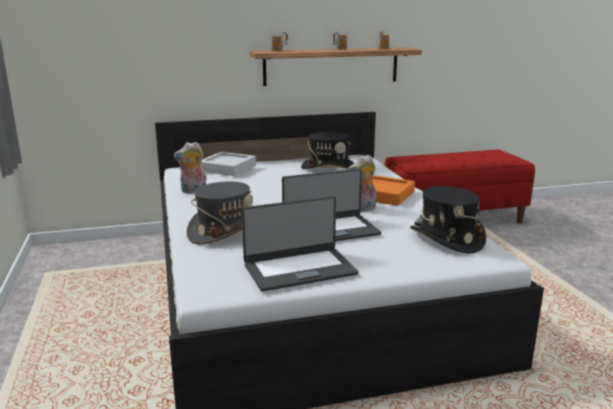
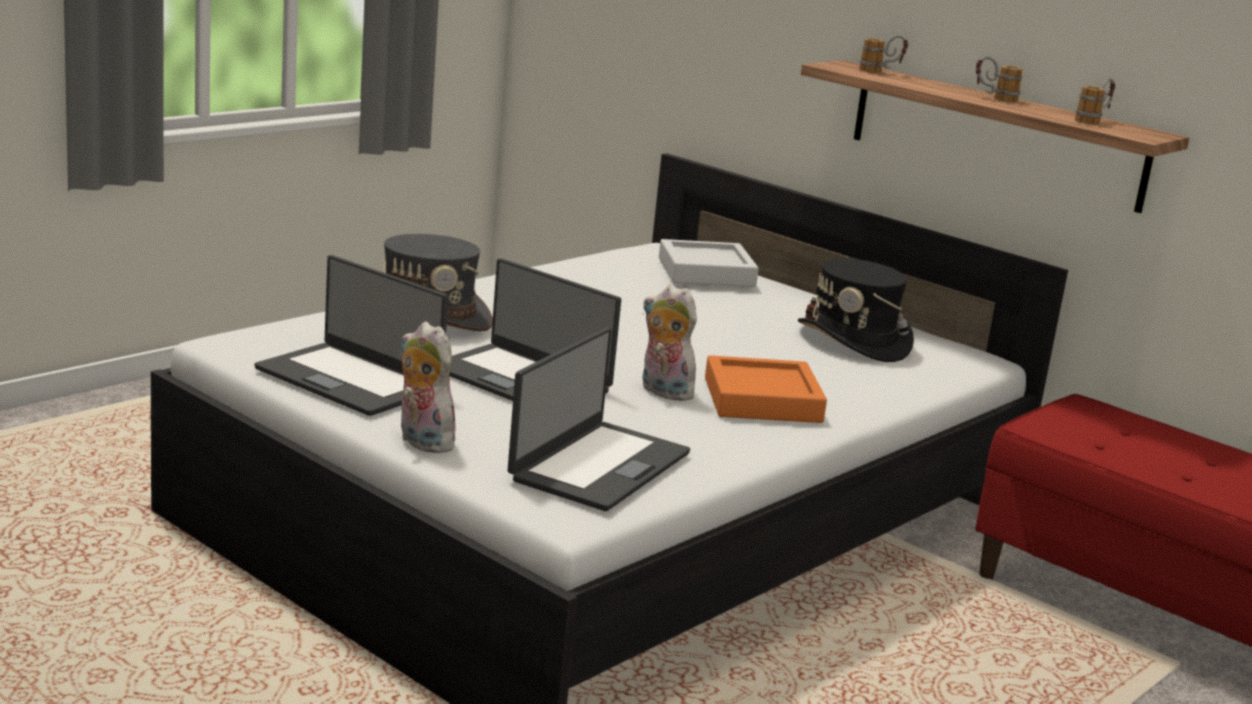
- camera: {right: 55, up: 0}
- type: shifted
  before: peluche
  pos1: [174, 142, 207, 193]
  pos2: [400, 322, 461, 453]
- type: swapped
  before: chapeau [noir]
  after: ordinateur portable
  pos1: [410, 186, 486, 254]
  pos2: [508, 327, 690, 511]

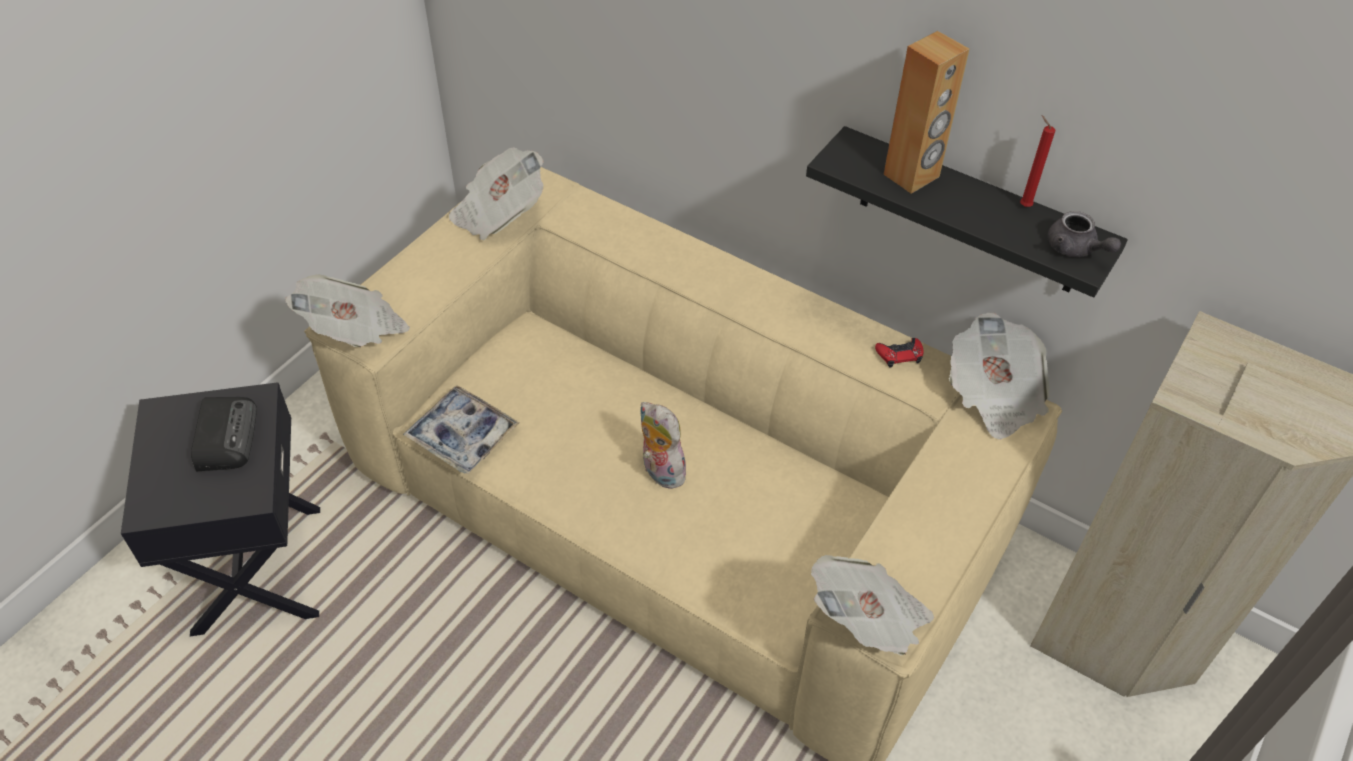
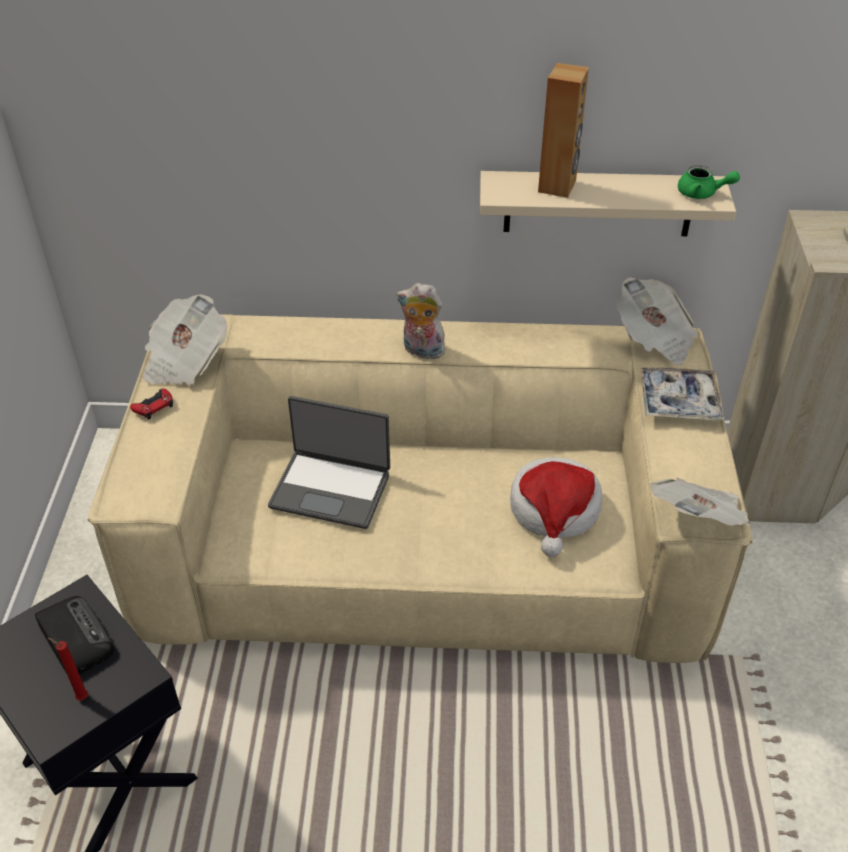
- camera: {right: -30, up: -5}
- type: gone
  before: journal
  pos1: [285, 274, 410, 347]
- type: shifted
  before: plateau
  pos1: [403, 385, 519, 474]
  pos2: [641, 367, 724, 421]
- type: shifted
  before: peluche
  pos1: [640, 402, 691, 489]
  pos2: [396, 283, 450, 359]
- type: repainted
  before: étagère [noir]
  after: étagère [beige]
  pos1: [806, 126, 1128, 297]
  pos2: [480, 171, 736, 236]
- type: shifted
  before: manette [rouge]
  pos1: [875, 338, 924, 367]
  pos2: [130, 389, 173, 419]
- type: shifted
  before: bougie [rouge]
  pos1: [1020, 115, 1056, 207]
  pos2: [48, 638, 88, 700]
- type: repainted
  before: théière [gris]
  after: théière [vert]
  pos1: [1047, 211, 1121, 257]
  pos2: [678, 165, 740, 199]
- type: new
  after: ordinateur portable
  pos2: [268, 396, 390, 529]
- type: new
  after: chapeau
  pos2: [510, 457, 602, 557]

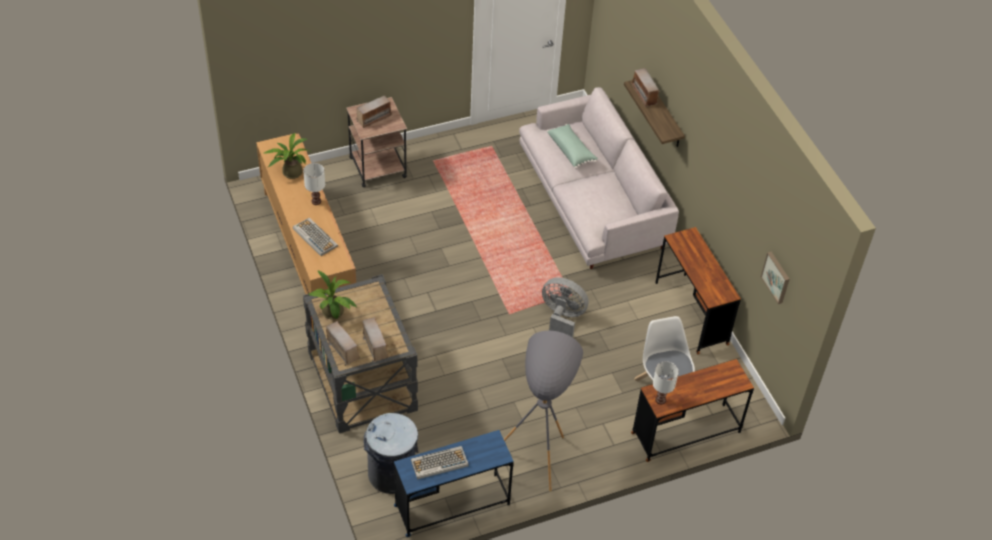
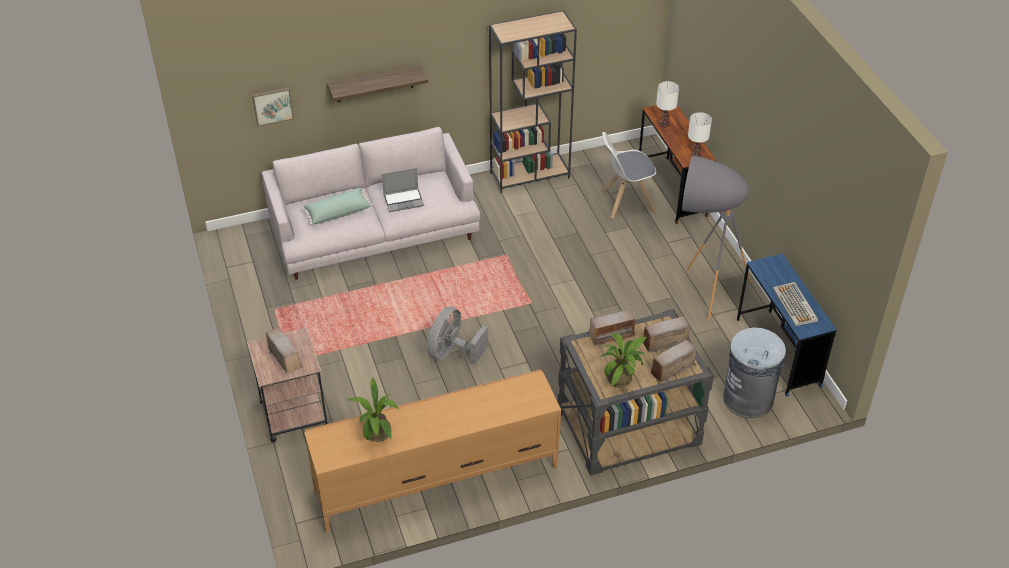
- camera: {right: -85, up: -5}
- type: gone
  before: clavier
  pos1: [293, 218, 338, 256]
- type: shifted
  before: lampe de table [blanc]
  pos1: [303, 163, 325, 205]
  pos2: [656, 81, 679, 127]
- type: shifted
  before: ventilateur [gris]
  pos1: [542, 277, 589, 337]
  pos2: [427, 307, 488, 364]
- type: shifted
  before: radio
  pos1: [631, 68, 659, 107]
  pos2: [589, 309, 636, 345]
- type: swapped
  before: bureau [marron]
  after: bibliothèque
  pos1: [655, 227, 741, 354]
  pos2: [489, 10, 577, 193]
- type: shifted
  before: tableau
  pos1: [761, 252, 790, 304]
  pos2: [252, 87, 294, 126]
- type: new
  after: ordinateur portable
  pos2: [382, 168, 424, 212]

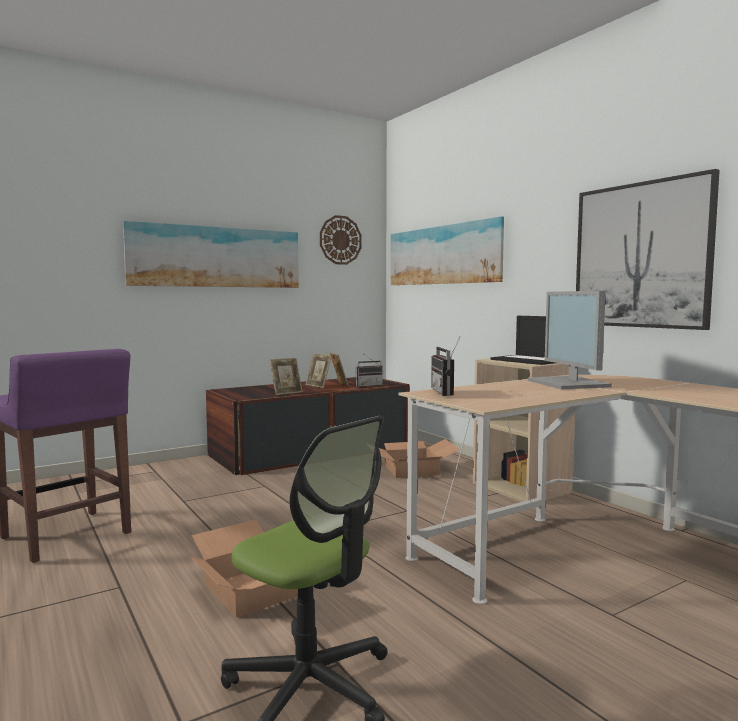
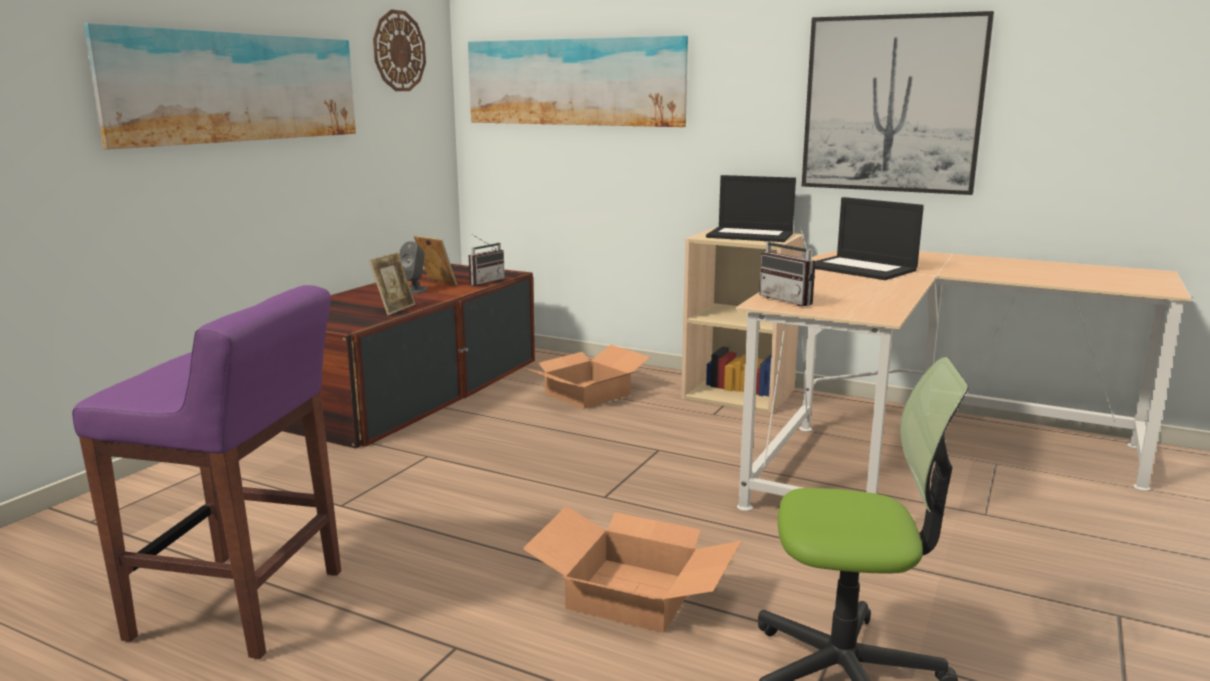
- camera: {right: -30, up: 10}
- type: swapped
  before: cadre photo
  after: enceinte [gris]
  pos1: [305, 353, 332, 388]
  pos2: [399, 241, 428, 294]
- type: swapped
  before: écran d'ordinateur
  after: ordinateur portable
  pos1: [528, 291, 612, 390]
  pos2: [815, 197, 924, 280]

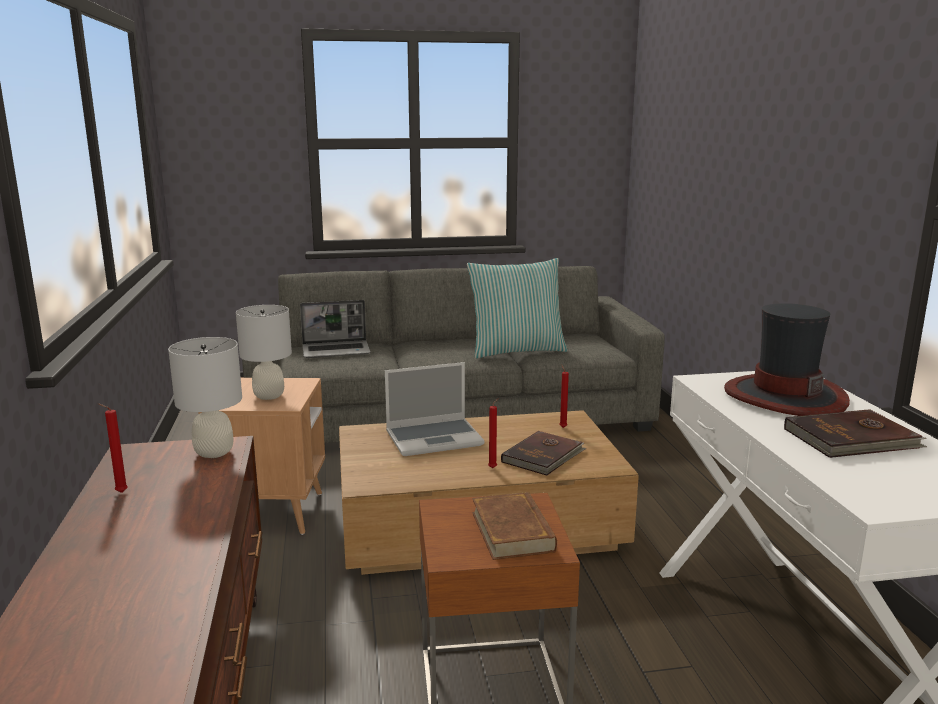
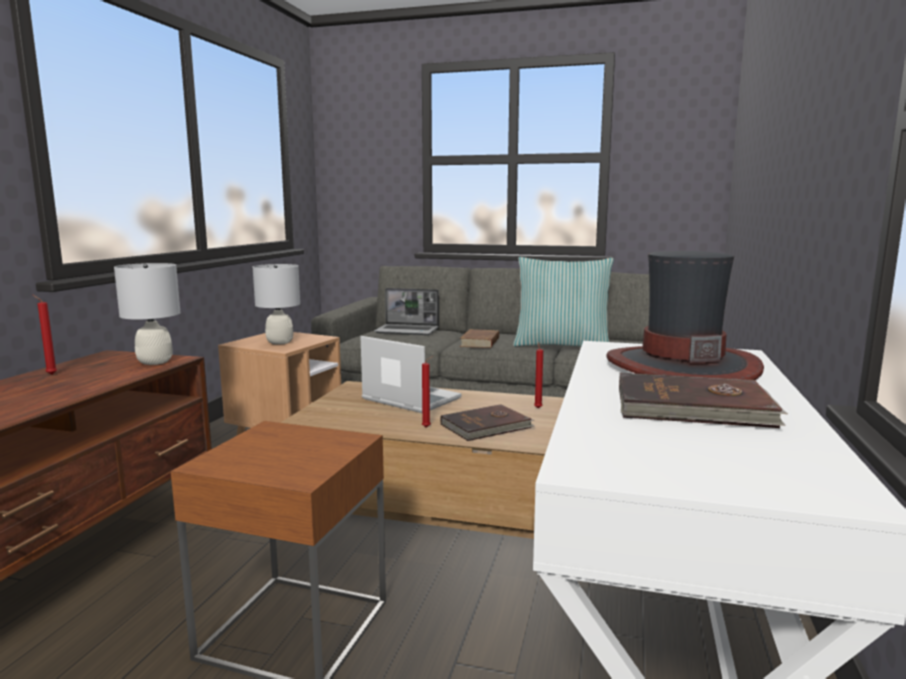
- camera: {right: 25, up: -5}
- type: rotated
  before: ordinateur portable
  pos1: [385, 362, 484, 456]
  pos2: [360, 336, 462, 413]
  turn: -150
- type: shifted
  before: livre [marron]
  pos1: [472, 492, 557, 560]
  pos2: [460, 329, 499, 348]

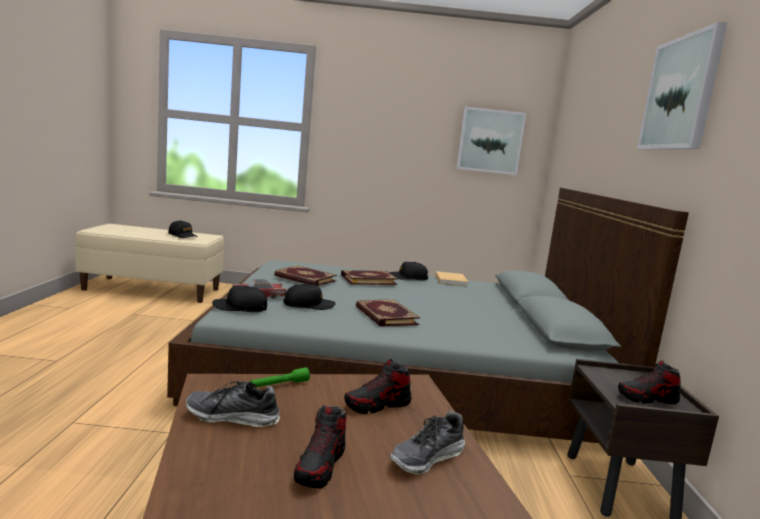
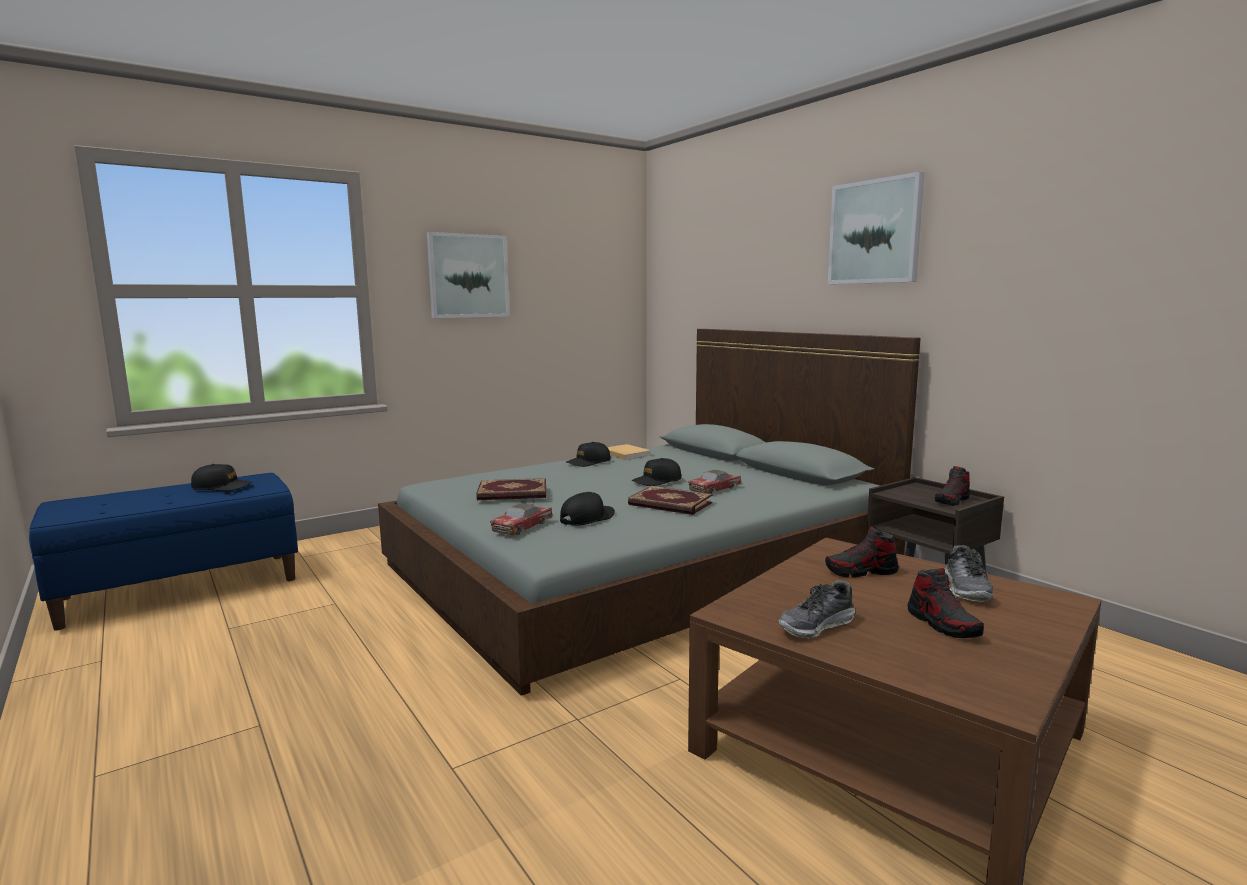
- camera: {right: -35, up: 0}
- type: repainted
  before: banc [beige]
  after: banc [bleu]
  pos1: [75, 224, 224, 303]
  pos2: [29, 473, 298, 630]
- type: shifted
  before: casquette [noir]
  pos1: [212, 285, 267, 312]
  pos2: [632, 458, 681, 486]
- type: gone
  before: lampe de poche [vert]
  pos1: [250, 367, 310, 387]
- type: gone
  before: livre
  pos1: [341, 270, 398, 285]
- type: rotated
  before: chaussure
  pos1: [344, 359, 411, 414]
  pos2: [825, 526, 899, 578]
  turn: 60
- type: shifted
  before: tableau
  pos1: [456, 107, 526, 175]
  pos2: [427, 232, 510, 318]
- type: new
  after: petite voiture
  pos2: [688, 470, 741, 494]

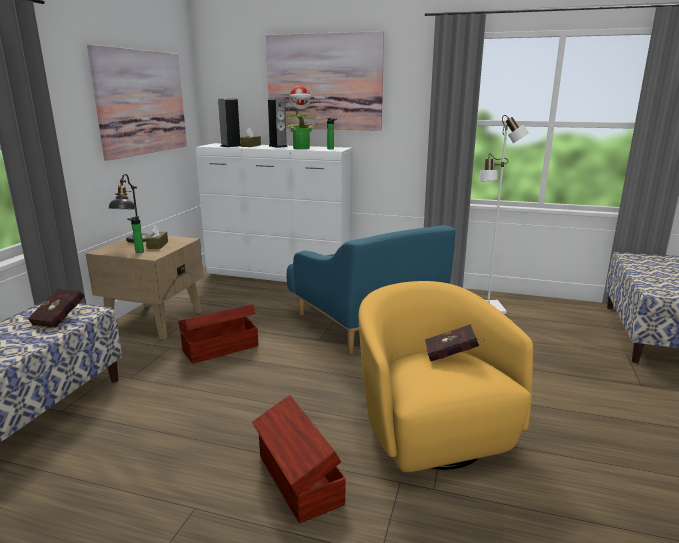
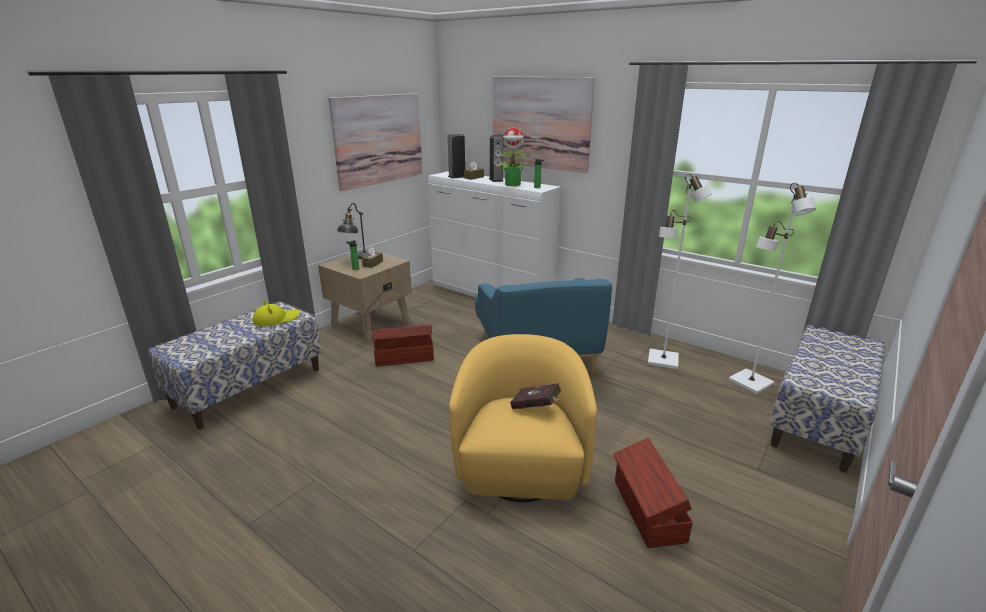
- camera: {right: 20, up: 5}
- type: swapped
  before: livre [rouge]
  after: chapeau [jaune]
  pos1: [28, 289, 84, 328]
  pos2: [253, 300, 300, 326]
- type: shifted
  before: boîte de rangement [marron]
  pos1: [252, 395, 345, 523]
  pos2: [613, 438, 693, 548]
- type: new
  after: lampadaire [blanc]
  pos2: [728, 183, 816, 394]

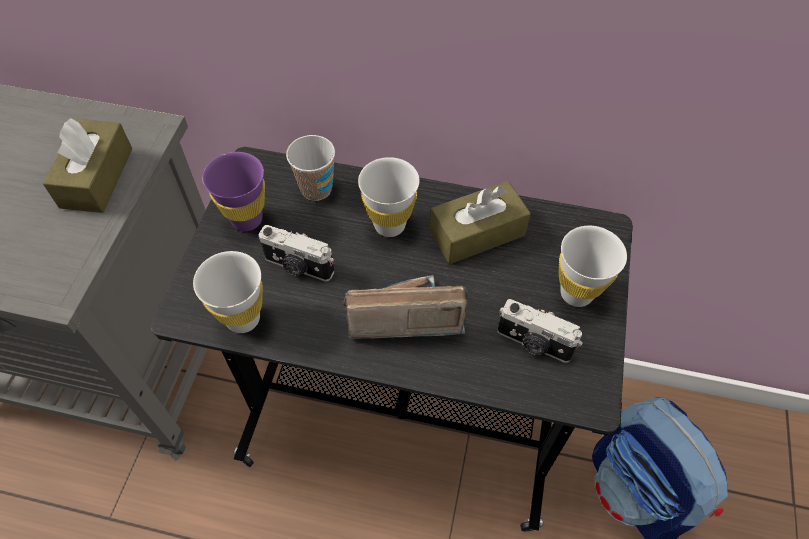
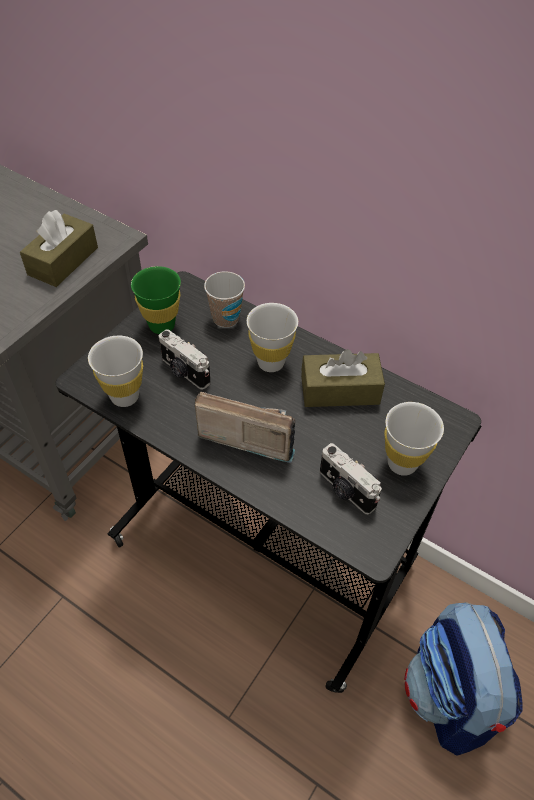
- camera: {right: 20, up: -5}
- type: repainted
  before: tasse [violet]
  after: tasse [vert]
  pos1: [202, 152, 265, 231]
  pos2: [131, 266, 181, 334]

